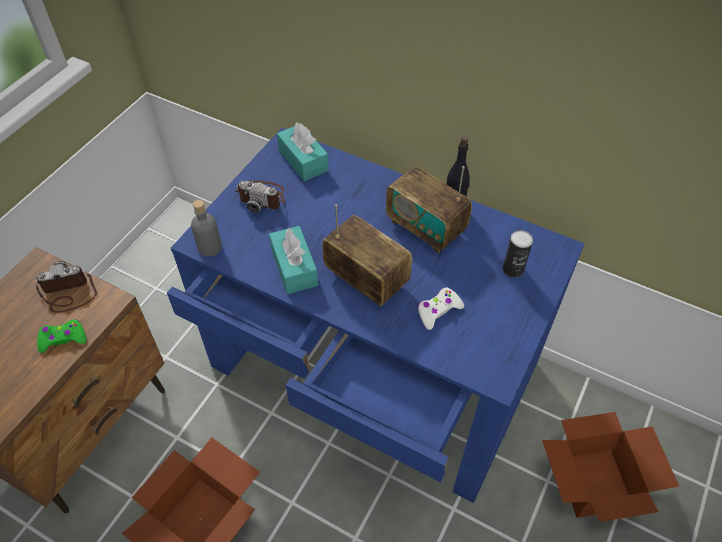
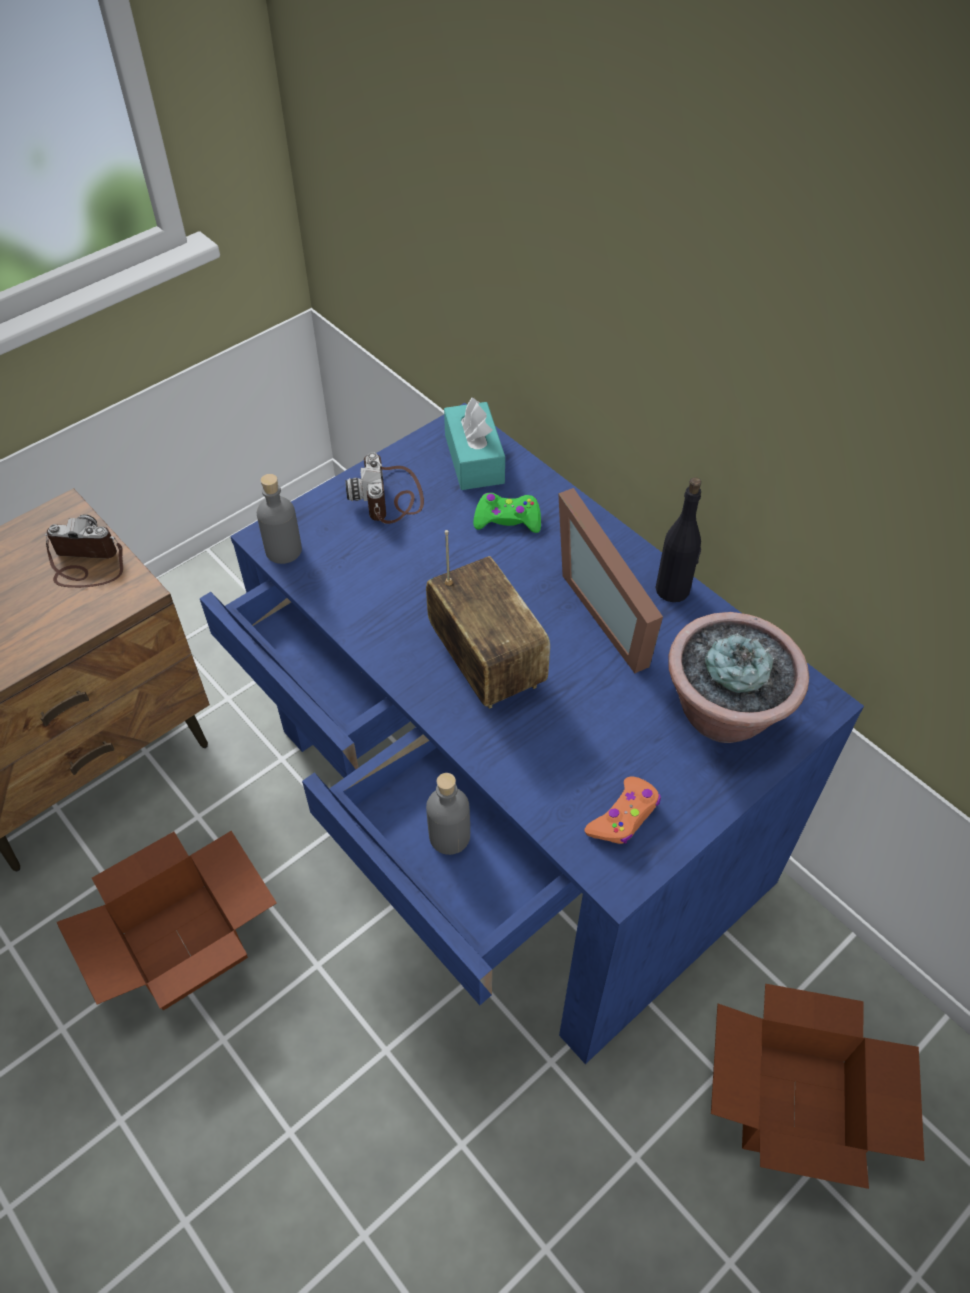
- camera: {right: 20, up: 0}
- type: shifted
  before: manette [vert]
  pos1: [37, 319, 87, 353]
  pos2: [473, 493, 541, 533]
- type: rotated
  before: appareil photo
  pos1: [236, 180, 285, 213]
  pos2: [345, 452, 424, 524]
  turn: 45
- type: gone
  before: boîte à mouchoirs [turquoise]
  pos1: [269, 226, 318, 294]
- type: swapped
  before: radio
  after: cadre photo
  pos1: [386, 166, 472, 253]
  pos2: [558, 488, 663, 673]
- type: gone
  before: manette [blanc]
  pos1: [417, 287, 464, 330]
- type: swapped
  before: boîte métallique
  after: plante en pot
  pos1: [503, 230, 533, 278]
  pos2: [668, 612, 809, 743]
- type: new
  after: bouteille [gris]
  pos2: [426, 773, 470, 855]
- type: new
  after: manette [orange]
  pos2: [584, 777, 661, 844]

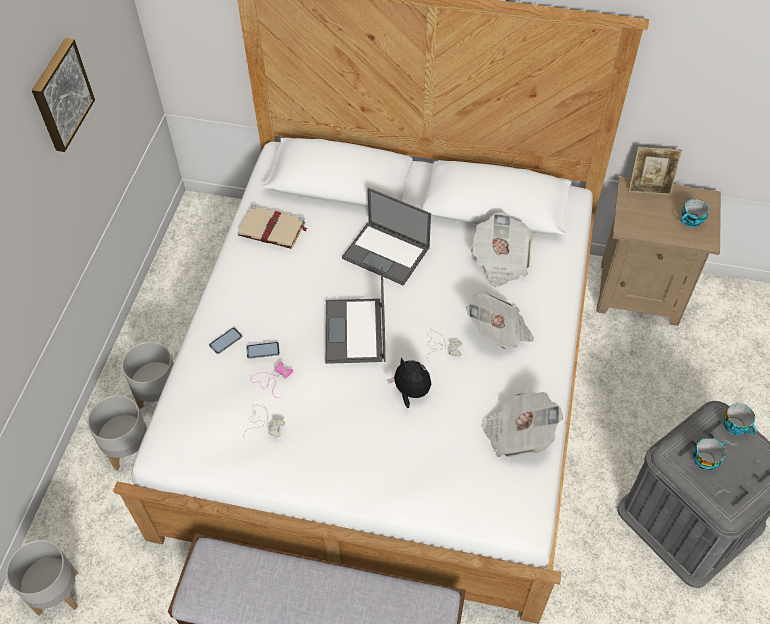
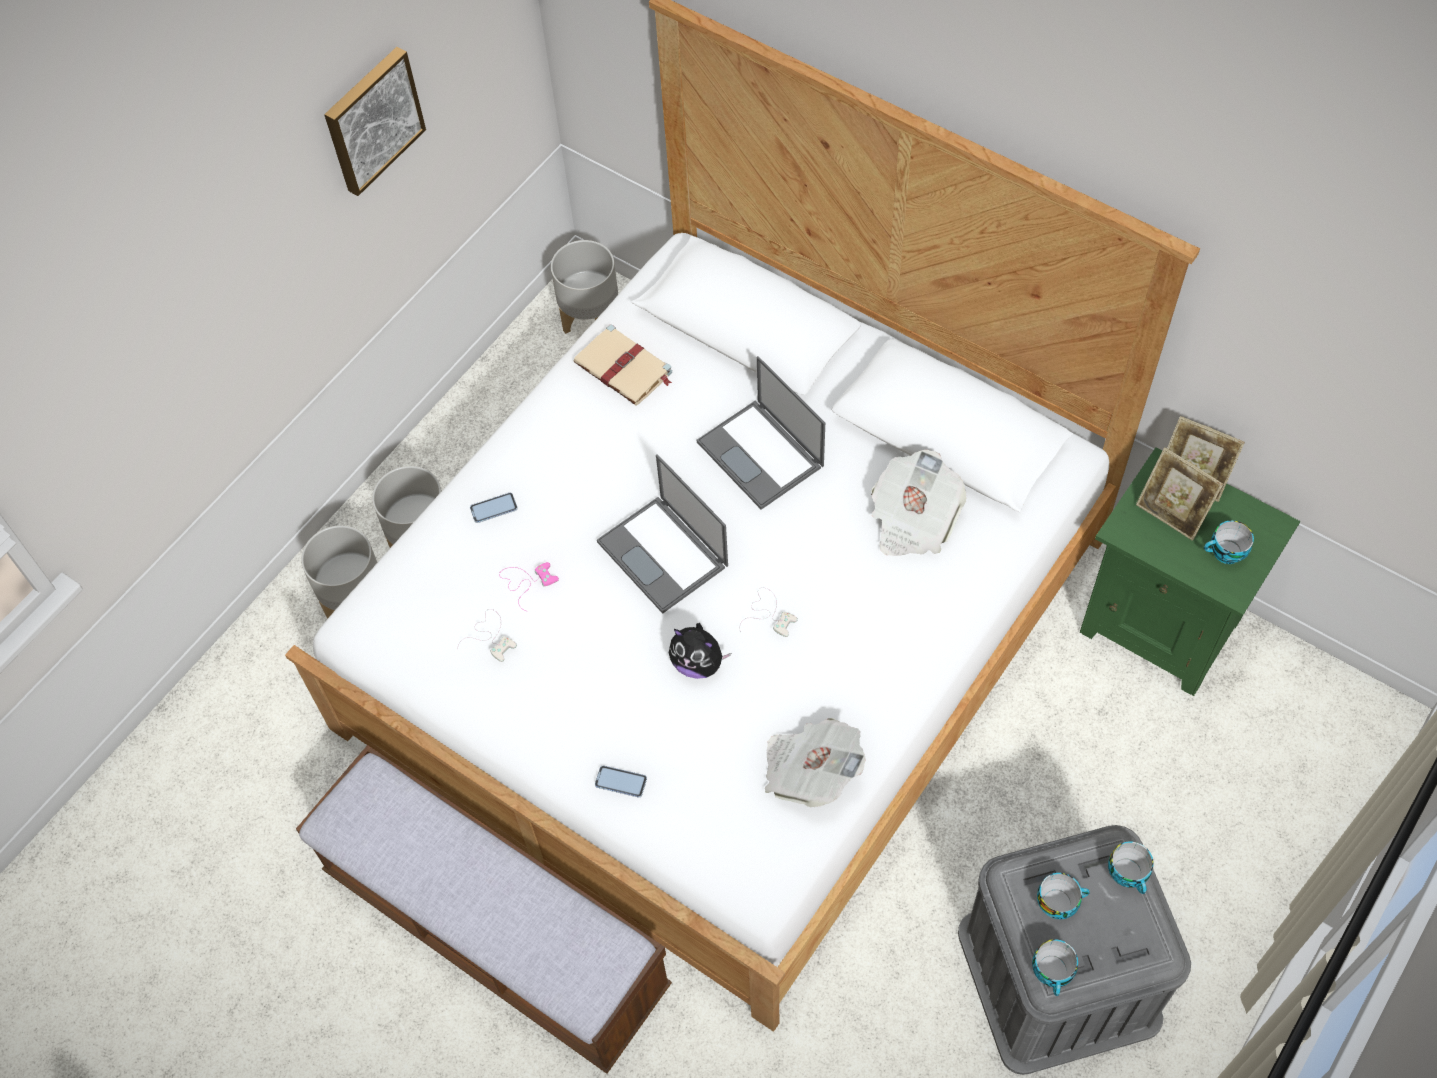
- camera: {right: 25, up: 5}
- type: shifted
  before: cache-pot [gris]
  pos1: [6, 540, 78, 616]
  pos2: [551, 240, 618, 334]
- type: shifted
  before: téléphone
  pos1: [246, 342, 280, 359]
  pos2: [595, 765, 647, 798]
- type: rotated
  before: ordinateur portable
  pos1: [325, 267, 385, 364]
  pos2: [597, 454, 728, 614]
  turn: -60
- type: rotated
  before: peluche
  pos1: [387, 357, 431, 408]
  pos2: [669, 623, 731, 679]
  turn: 150
- type: gone
  before: journal
  pos1: [466, 291, 534, 349]
- type: repainted
  before: table de chevet [beige]
  after: table de chevet [vert]
  pos1: [596, 177, 721, 326]
  pos2: [1080, 447, 1300, 696]
- type: new
  after: tasse
  pos2: [1032, 939, 1078, 996]
- type: new
  after: cadre photo
  pos2: [1136, 447, 1224, 541]

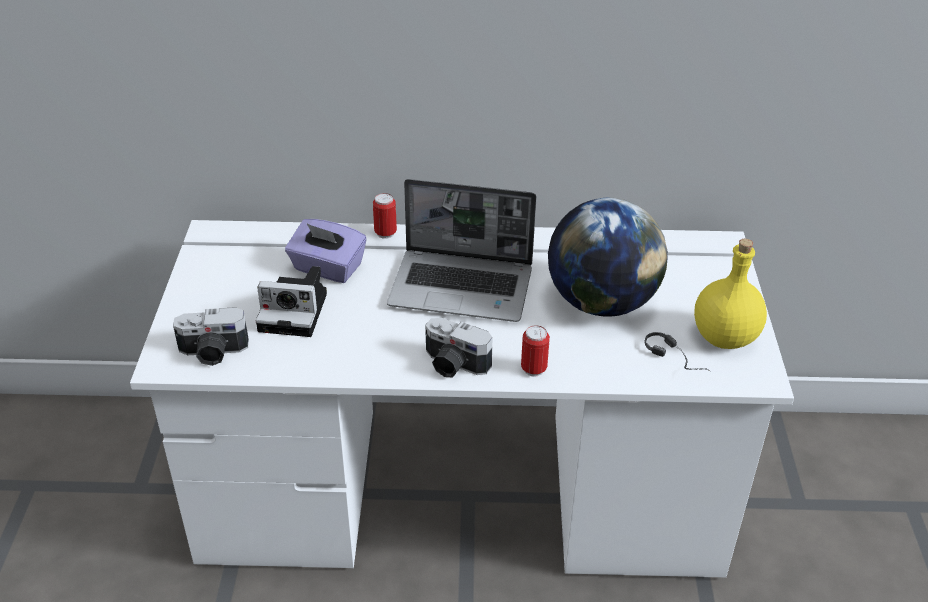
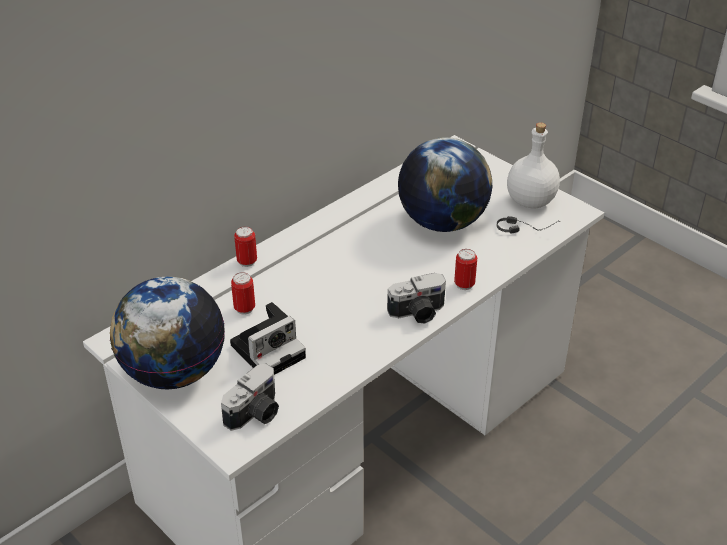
- camera: {right: -45, up: 0}
- type: swapped
  before: boîte à mouchoirs [violet]
  after: boîte métallique
  pos1: [285, 219, 367, 283]
  pos2: [231, 272, 255, 315]
- type: gone
  before: ordinateur portable
  pos1: [387, 179, 537, 322]
- type: repainted
  before: bouteille [jaune]
  after: bouteille [blanc]
  pos1: [694, 239, 767, 349]
  pos2: [507, 122, 560, 209]
- type: new
  after: globe
  pos2: [110, 276, 225, 389]

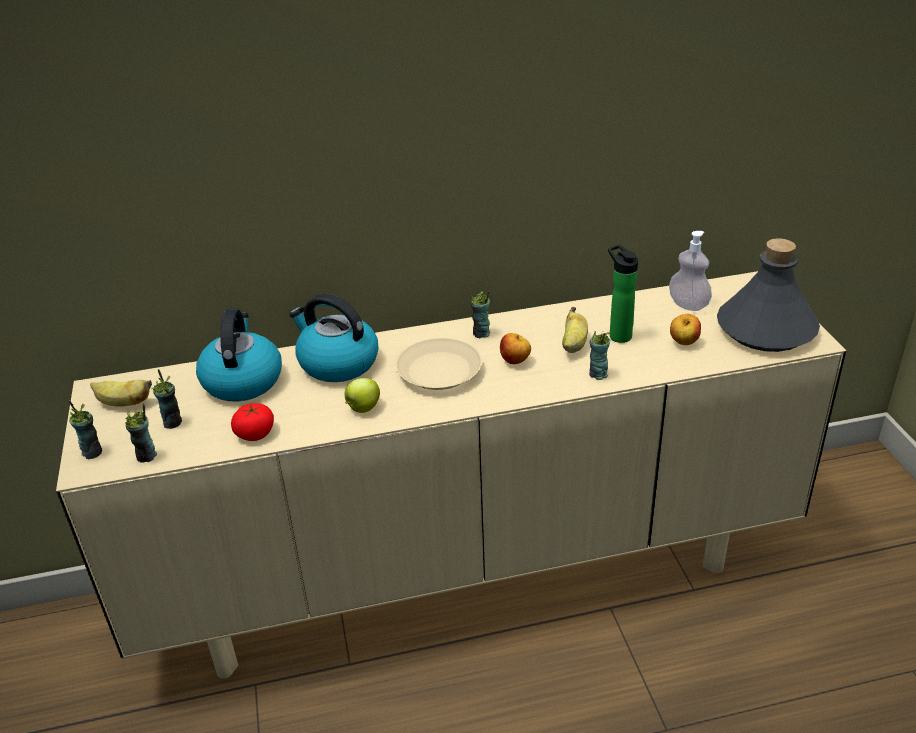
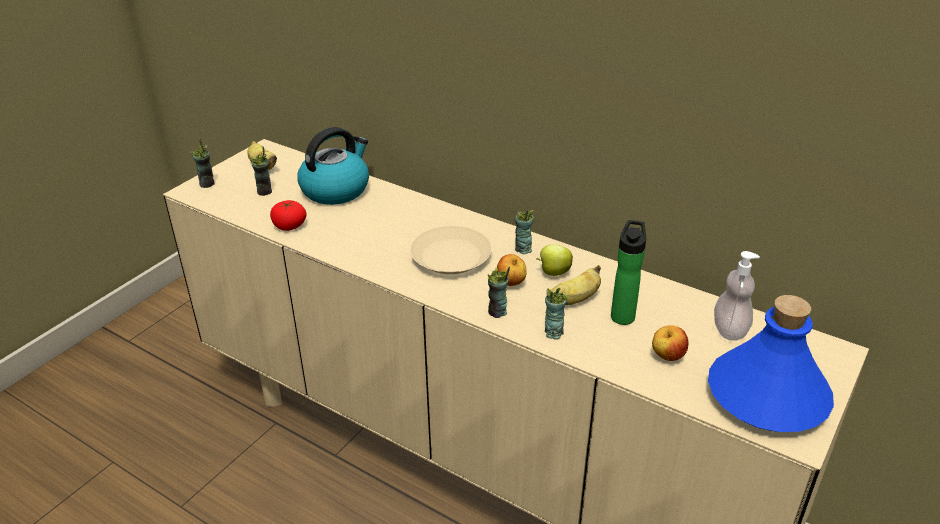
- camera: {right: 45, up: 0}
- type: shifted
  before: tasse
  pos1: [125, 404, 157, 462]
  pos2: [487, 267, 510, 318]
- type: gone
  before: bouilloire
  pos1: [289, 294, 378, 382]
- type: shifted
  before: pomme
  pos1: [344, 378, 380, 413]
  pos2: [537, 244, 573, 276]
- type: repainted
  before: bouteille [gris]
  after: bouteille [bleu]
  pos1: [717, 238, 820, 352]
  pos2: [708, 295, 834, 432]

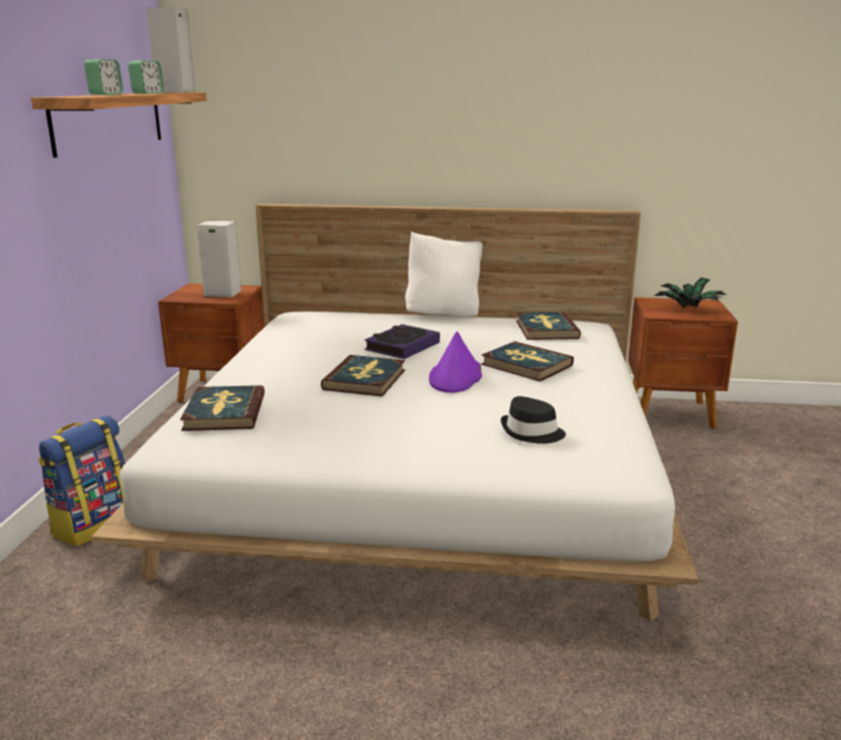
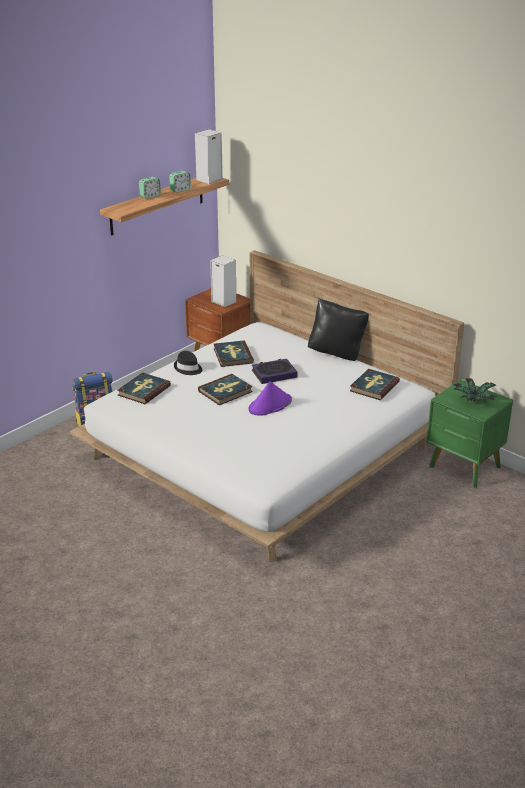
- camera: {right: 35, up: 10}
- type: repainted
  before: coussin [blanc]
  after: coussin [noir]
  pos1: [405, 232, 483, 316]
  pos2: [308, 298, 369, 361]
- type: shifted
  before: livre
  pos1: [481, 341, 574, 382]
  pos2: [214, 341, 254, 367]
- type: shifted
  before: chapeau [noir]
  pos1: [501, 396, 566, 444]
  pos2: [174, 351, 202, 375]
- type: repainted
  before: table de chevet [marron]
  after: table de chevet [vert]
  pos1: [628, 297, 738, 429]
  pos2: [427, 380, 513, 488]

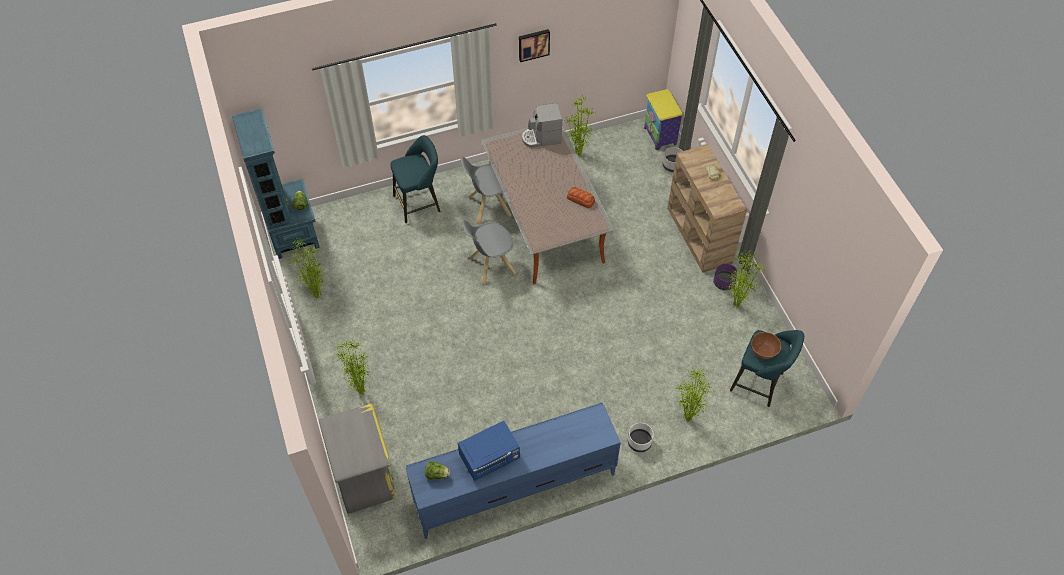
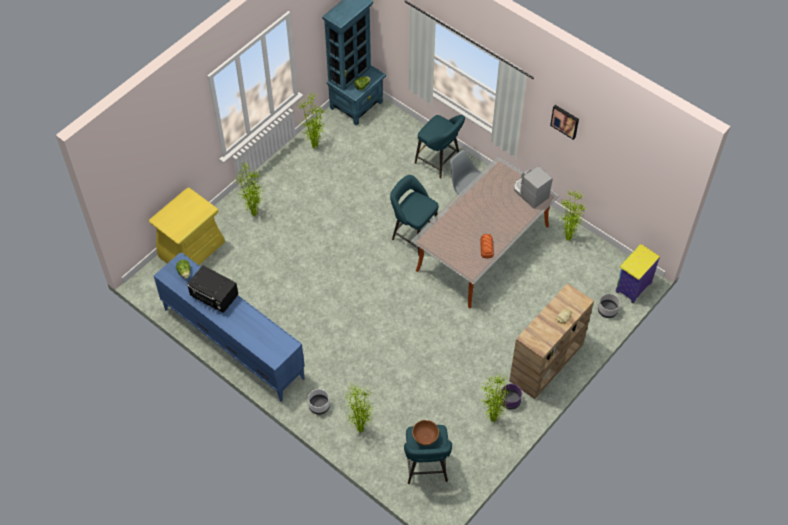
- camera: {right: 60, up: 0}
- type: repainted
  before: table de chevet [gris]
  after: table de chevet [jaune]
  pos1: [319, 404, 395, 514]
  pos2: [149, 187, 225, 265]
- type: repainted
  before: micro-ondes [bleu]
  after: micro-ondes [noir]
  pos1: [458, 421, 520, 481]
  pos2: [187, 265, 238, 313]
- type: swapped
  before: chaise [gris]
  after: tabouret [turquoise]
  pos1: [462, 219, 516, 286]
  pos2: [390, 175, 438, 256]

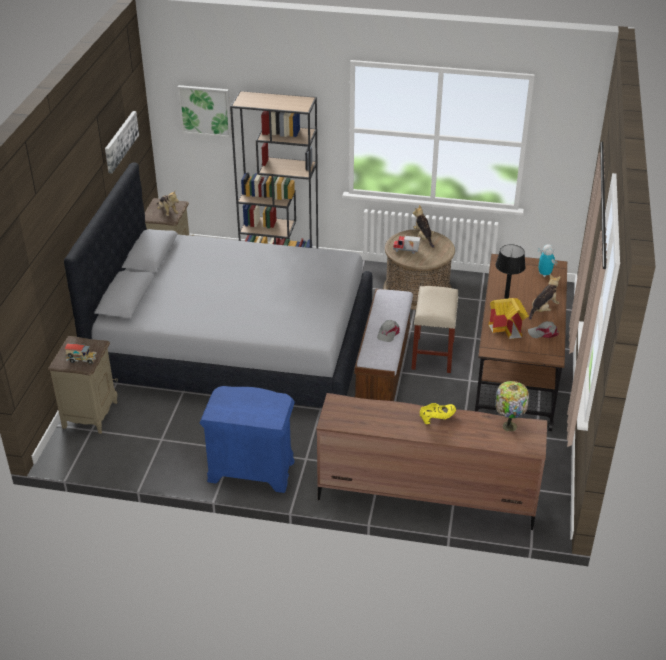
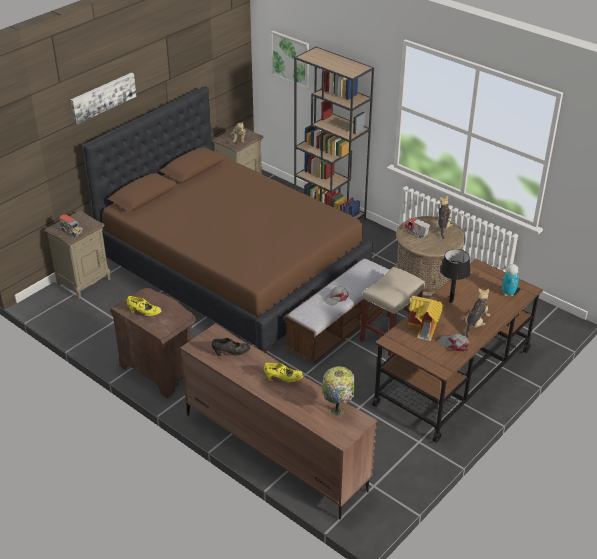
- camera: {right: 30, up: 0}
- type: repainted
  before: lit [gris]
  after: lit [marron]
  pos1: [64, 162, 373, 408]
  pos2: [82, 86, 373, 353]
- type: shifted
  before: tableau
  pos1: [105, 111, 139, 173]
  pos2: [71, 72, 136, 124]
- type: repainted
  before: table de chevet [bleu]
  after: table de chevet [marron]
  pos1: [200, 386, 295, 493]
  pos2: [110, 288, 196, 398]
- type: rotated
  before: peluche
  pos1: [529, 275, 560, 320]
  pos2: [465, 288, 490, 338]
  turn: -45
- type: new
  after: chaussure [jaune]
  pos2: [127, 296, 161, 316]
- type: new
  after: chaussure [noir]
  pos2: [212, 338, 250, 356]

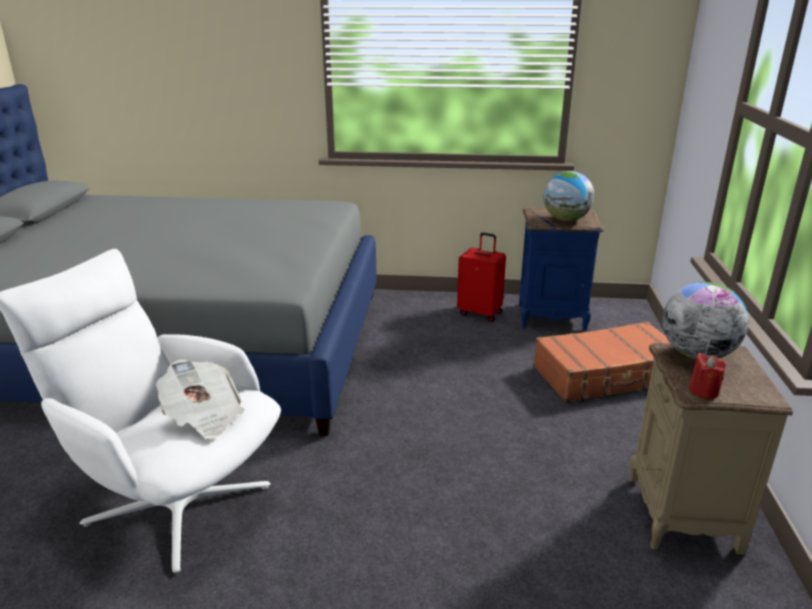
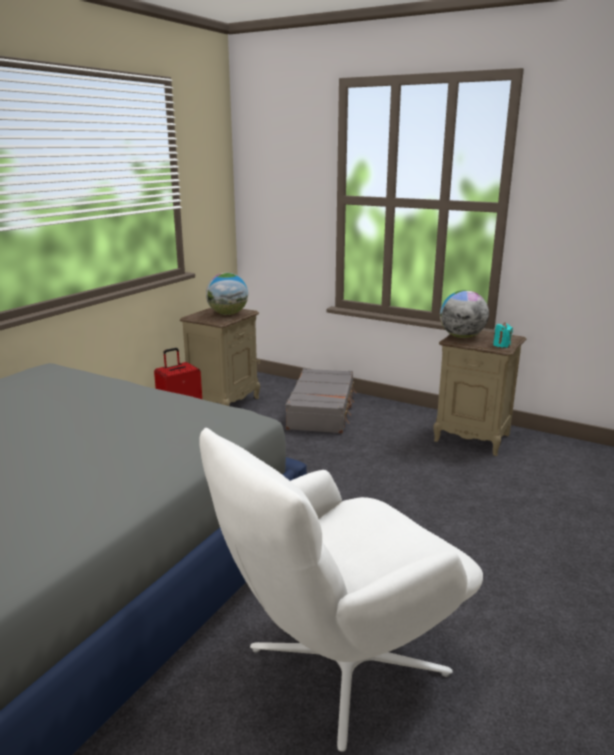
- camera: {right: -65, up: -5}
- type: gone
  before: journal
  pos1: [156, 359, 245, 439]
- type: repainted
  before: table de chevet [bleu]
  after: table de chevet [beige]
  pos1: [519, 208, 604, 331]
  pos2: [180, 308, 260, 406]
- type: repainted
  before: valise [marron]
  after: valise [gris]
  pos1: [533, 322, 670, 403]
  pos2: [285, 368, 356, 433]
- type: repainted
  before: bougie [rouge]
  after: bougie [turquoise]
  pos1: [689, 353, 726, 399]
  pos2: [493, 322, 513, 348]

